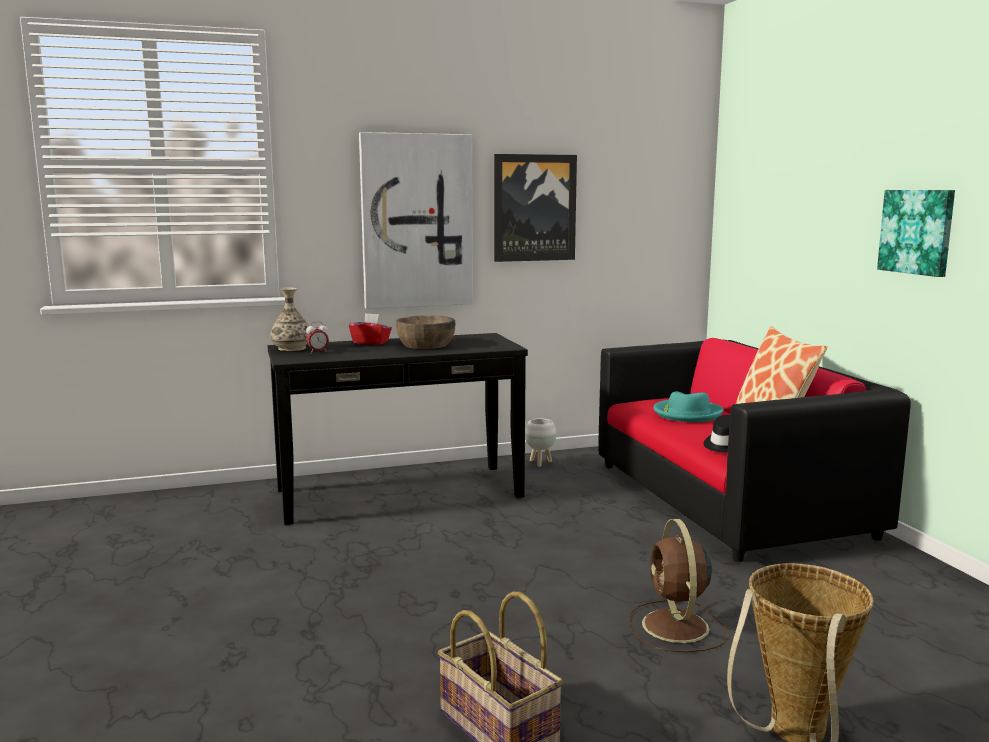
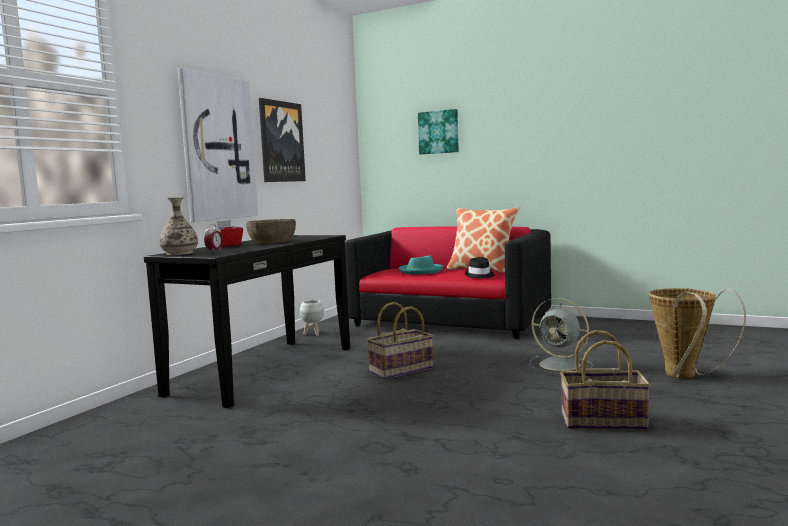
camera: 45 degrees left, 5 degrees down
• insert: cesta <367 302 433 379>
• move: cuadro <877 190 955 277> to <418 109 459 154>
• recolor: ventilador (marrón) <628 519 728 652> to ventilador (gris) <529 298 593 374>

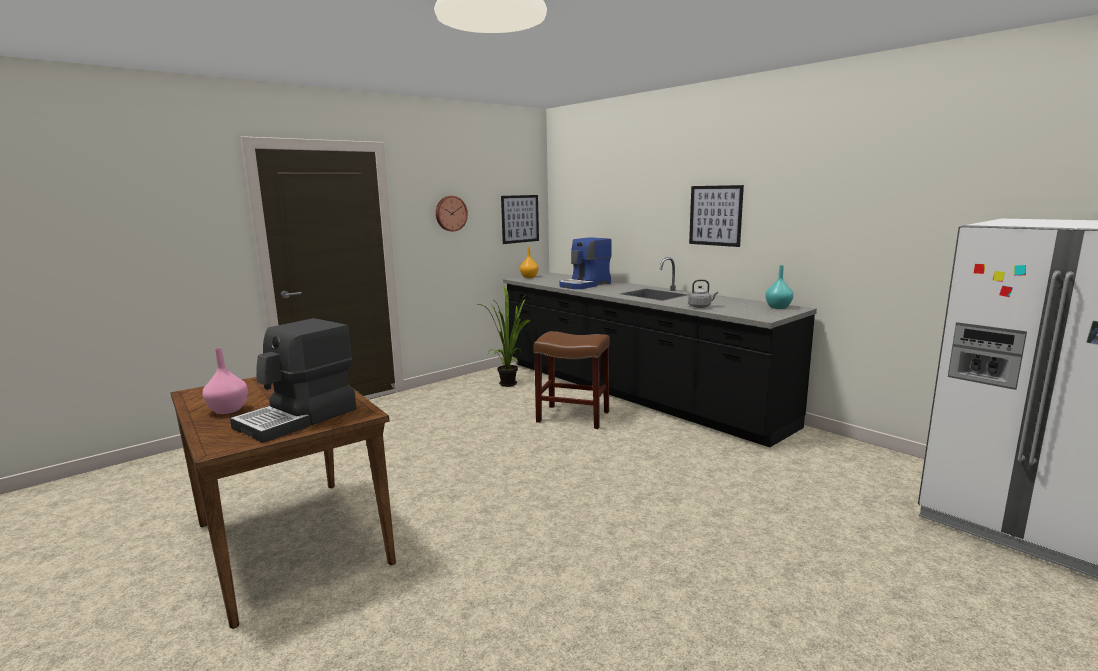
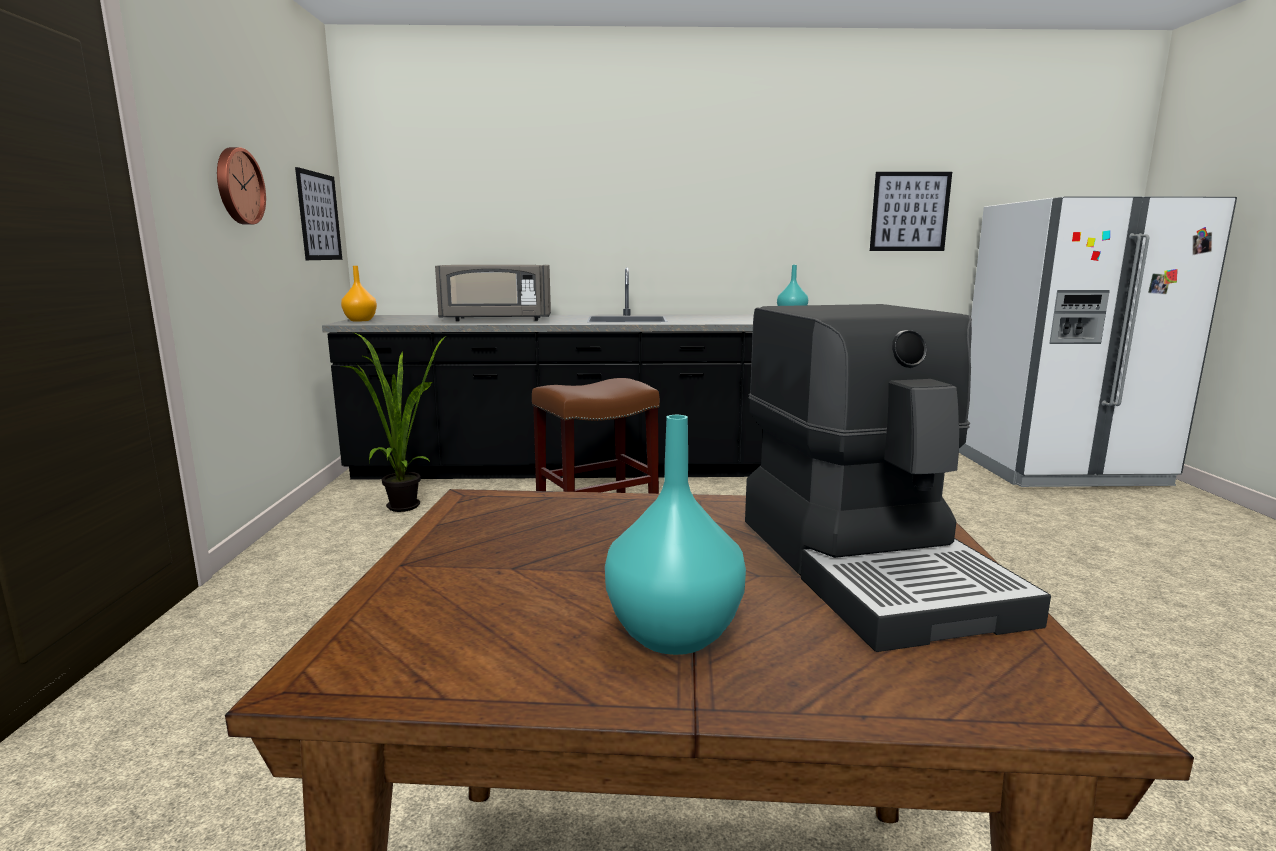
camera: 50 degrees left, 0 degrees up
• replace: cafetera <559 237 611 289> to microondas (gris) <435 265 551 321>
• recolor: florero (rosa) <203 348 248 414> to florero (turquesa) <605 415 746 655>
• move: cuadro <689 185 744 247> to <870 172 952 251>
• delete: hervidor (gris) <688 279 718 308>

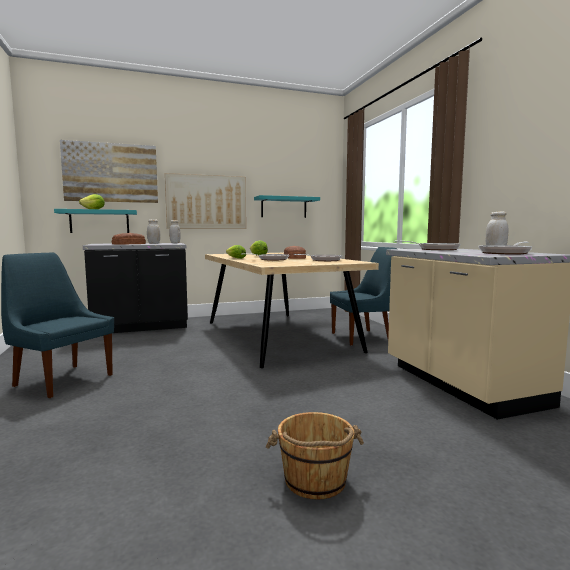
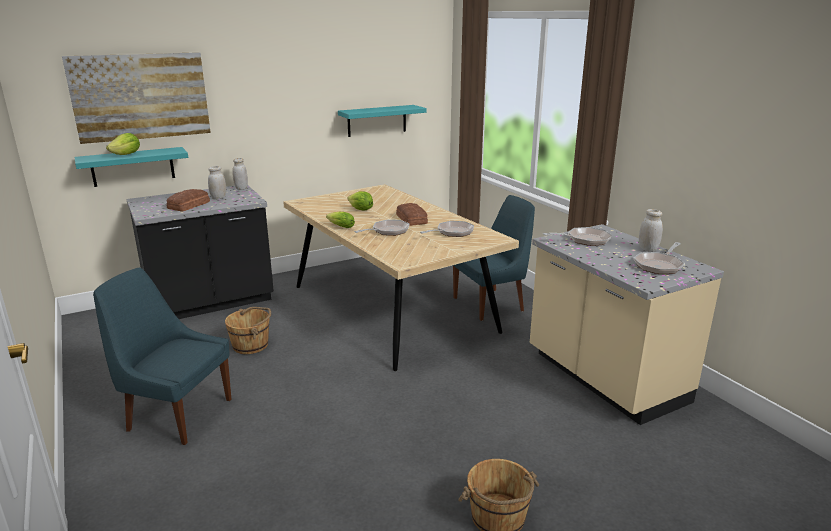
camera: 10 degrees left, 15 degrees up
• insert: cubo (marrón) <225 307 271 354>
• delete: cuadro <165 173 246 229>

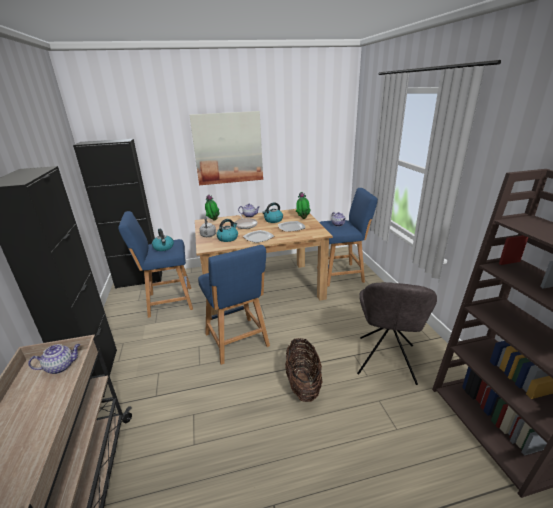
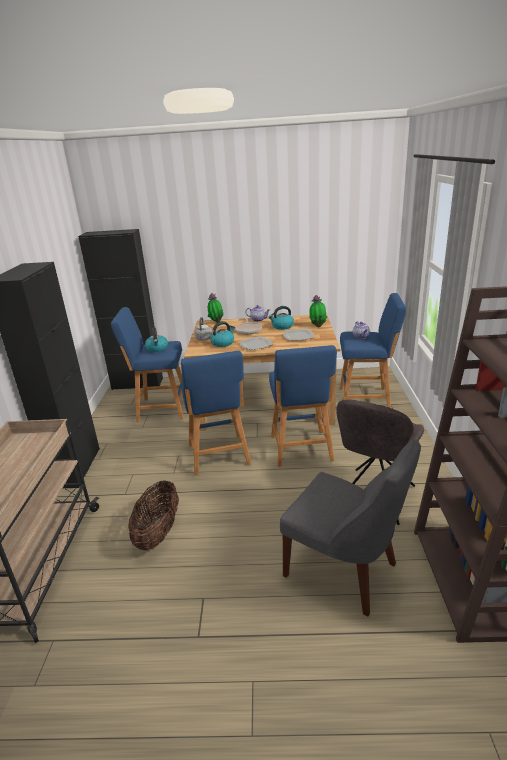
camera: 15 degrees right, 0 degrees up
• move: cesta <285 338 323 402> to <128 480 179 550>
• insert: taburete (azul) <269 345 337 467>
• insert: silla (gris) <280 439 421 617>
• delete: tetera <28 344 80 374>
• delete: cuadro <189 111 263 185>

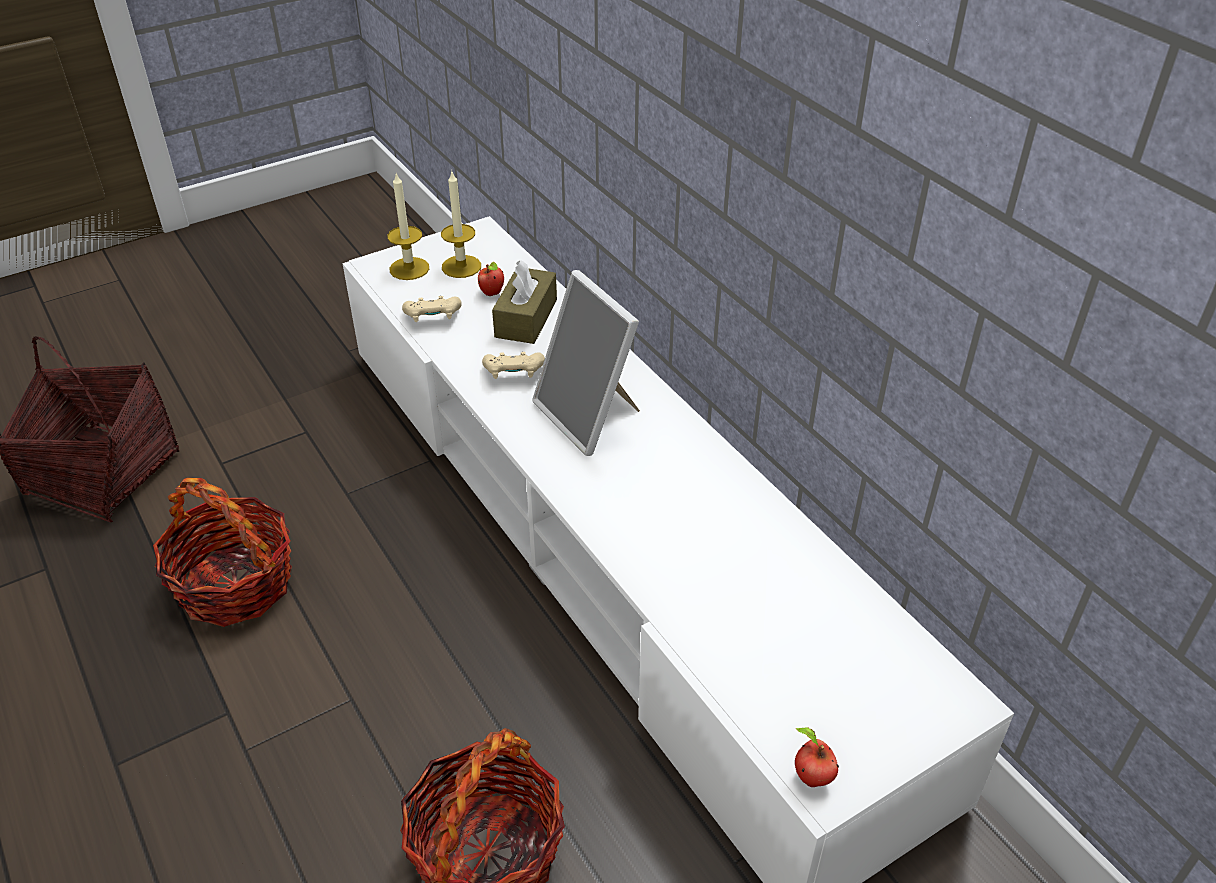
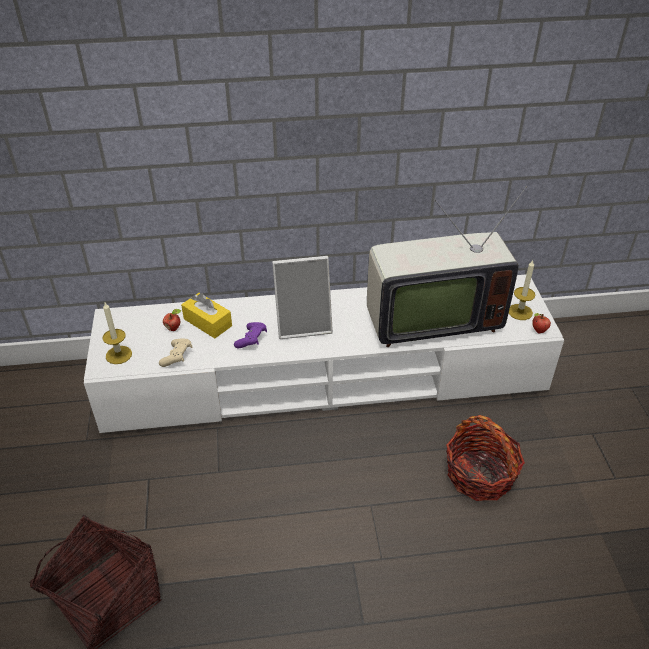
camera: 65 degrees left, 0 degrees up
• recolor: caja de pañuelos (marrón) <492 260 557 344> to caja de pañuelos (amarillo) <181 293 232 338>
• recolor: mando de consola (beis) <482 352 545 379> to mando de consola (morado) <234 322 267 349>
• insert: televisor <367 186 527 347>
• move: vela <441 170 481 278> to <509 260 535 320>
• delete: cesta <153 478 292 627>

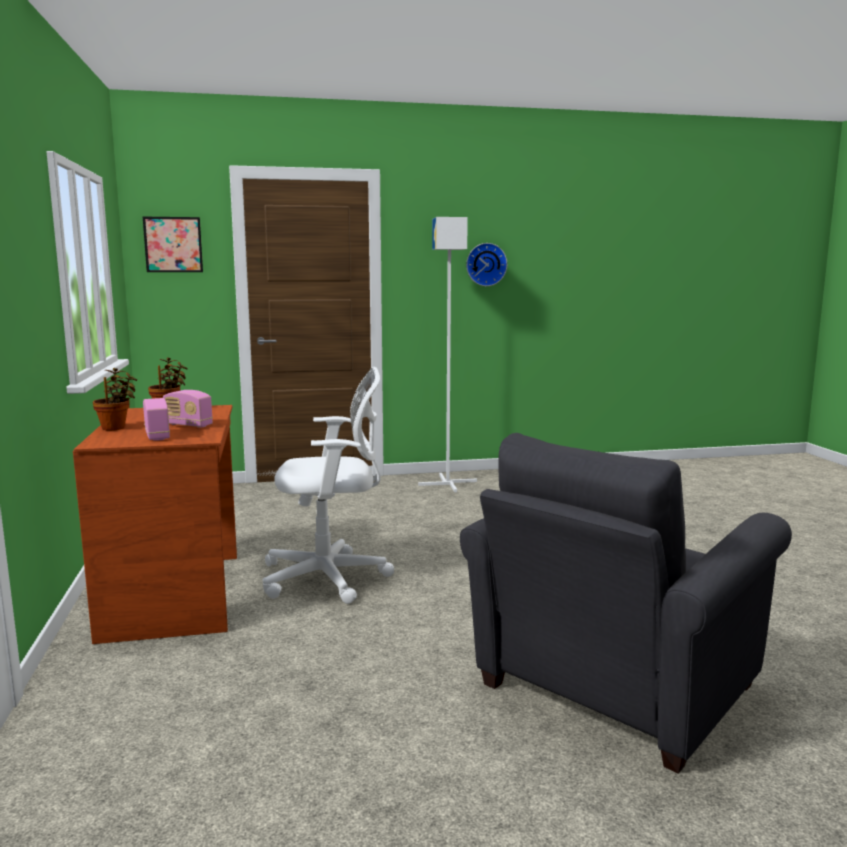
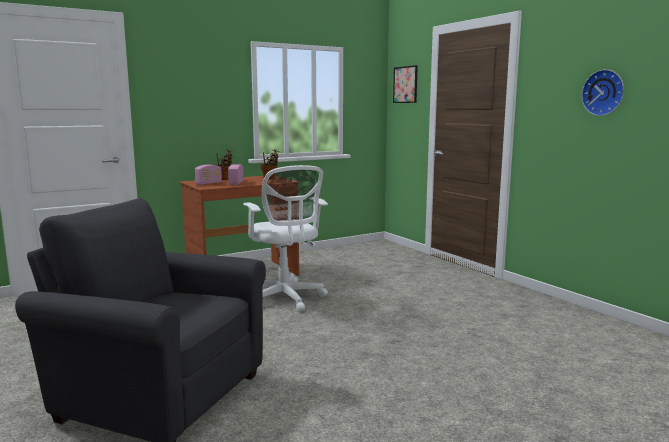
camera: 70 degrees right, 0 degrees up
• delete: lámpara de pie (blanco) <418 217 477 492>

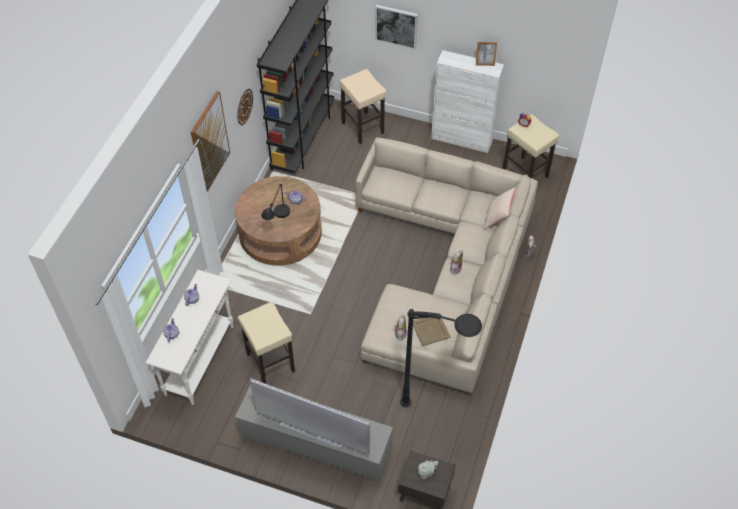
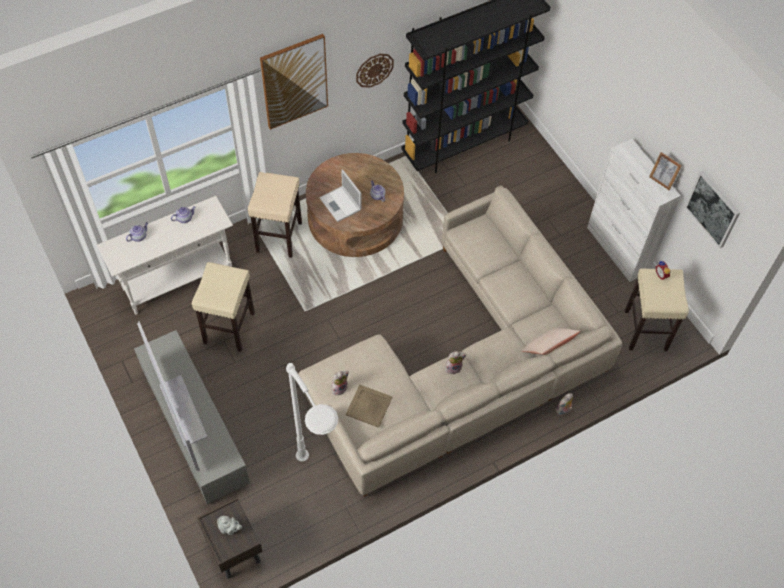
camera: 40 degrees right, 5 degrees up
• move: taburete (beis) <339 69 386 144> to <248 172 302 258>
• recolor: lámpara de pie (negro) <400 309 482 407> to lámpara de pie (blanco) <286 363 338 462>
• replace: lámpara de mesa (negro) <261 184 290 220> to portátil <319 169 362 222>
• move: cuadro <375 5 418 50> to <685 171 740 248>

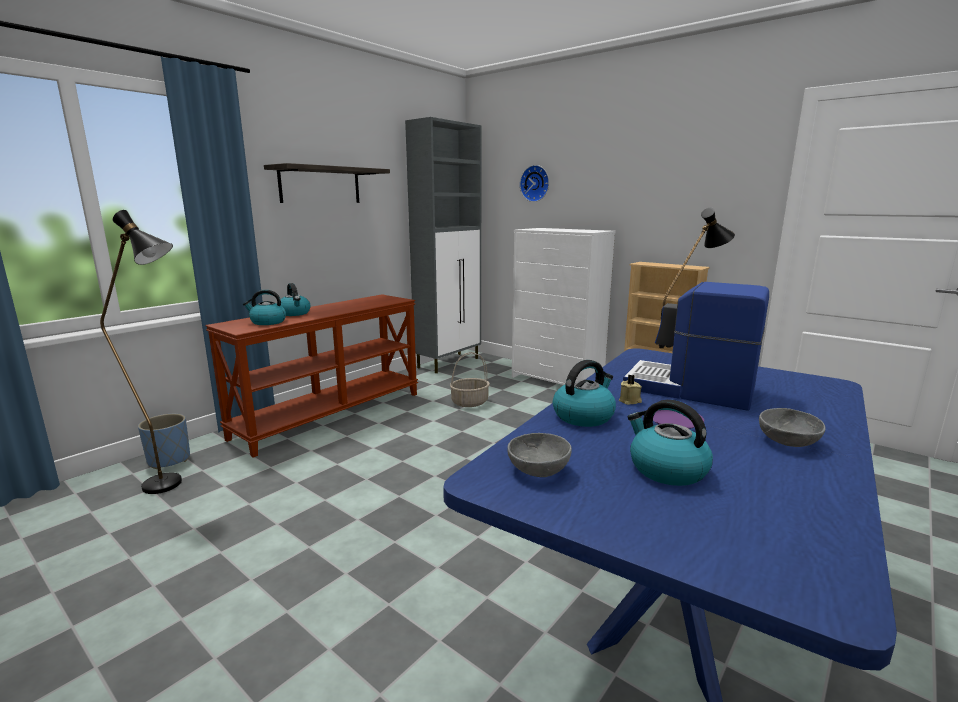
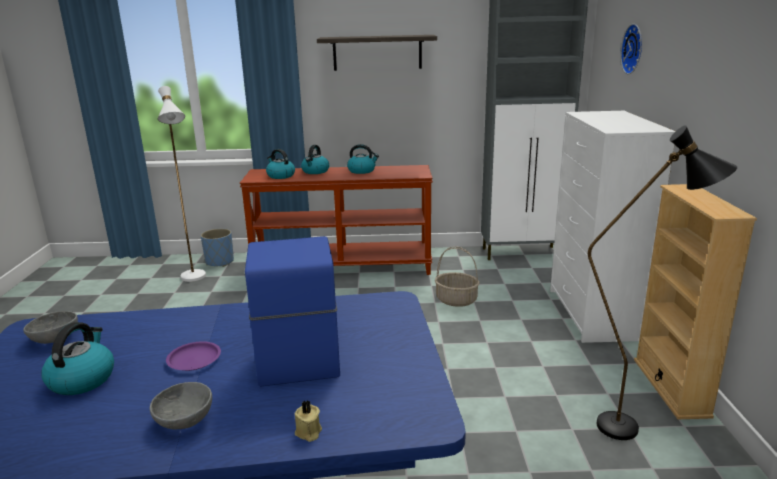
camera: 50 degrees right, 5 degrees up
• recolor: lámpara de pie (negro) <100 210 182 494> to lámpara de pie (blanco) <158 86 206 282>
• move: vela (beis) <619 375 642 405> to <295 401 322 442>
• move: hervidor <553 360 616 427> to <347 144 379 174>

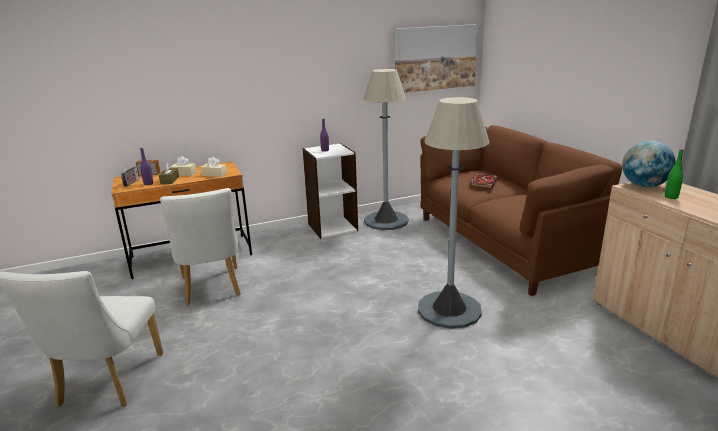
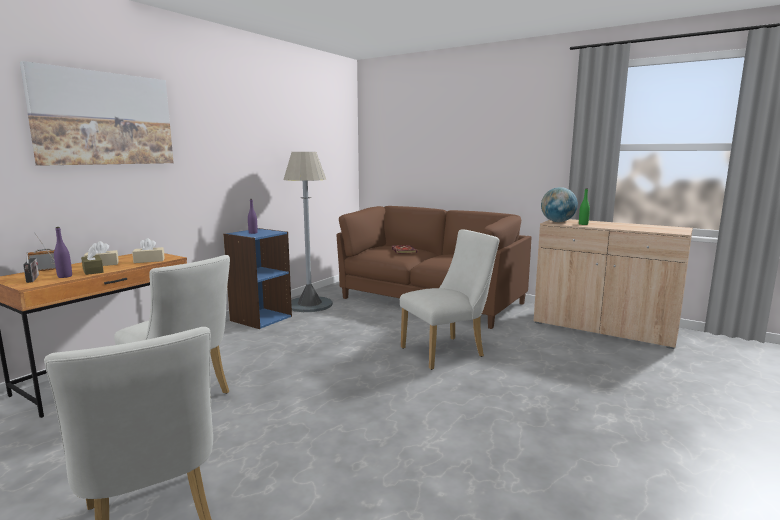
camera: 35 degrees left, 10 degrees down
• move: cuadro <395 24 478 93> to <20 61 174 166>
• recolor: estantería (blanco) <303 143 358 239> to estantería (azul) <223 228 292 329>
• replace: lámpara de pie (gris) <418 97 489 329> to silla (blanco) <400 229 499 370>

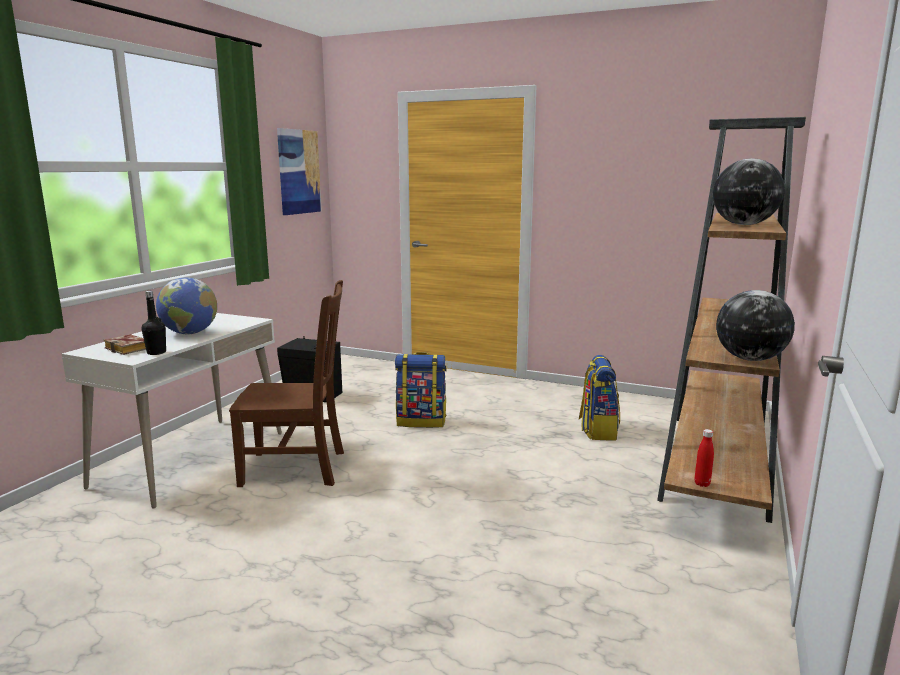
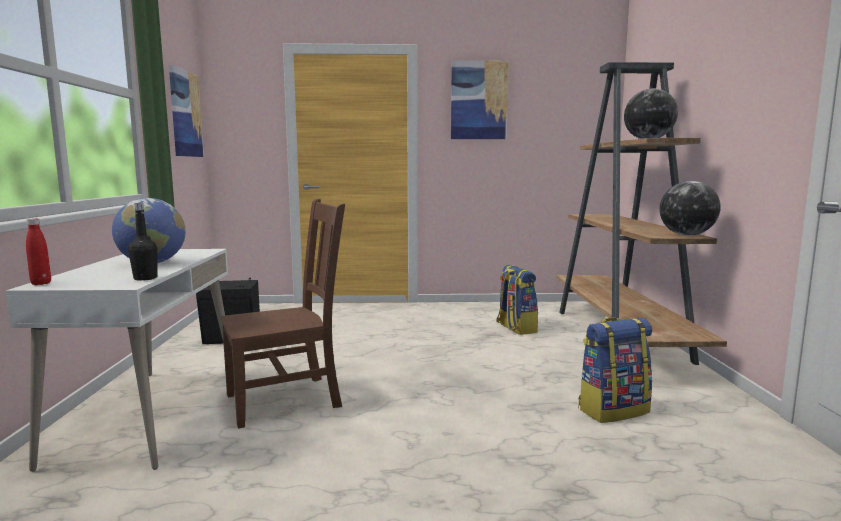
camera: 25 degrees left, 5 degrees down
• move: botella (rojo) <695 429 714 487> to <26 218 51 285>
• insert: cuadro <451 61 509 139>
• move: mochila <395 352 447 428> to <578 317 652 423>
• delete: libro <104 334 146 355>

